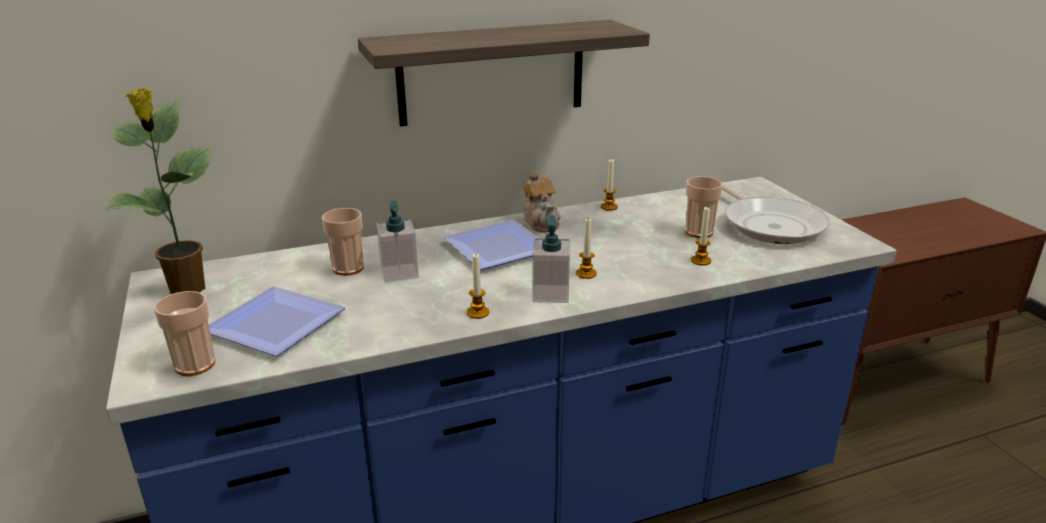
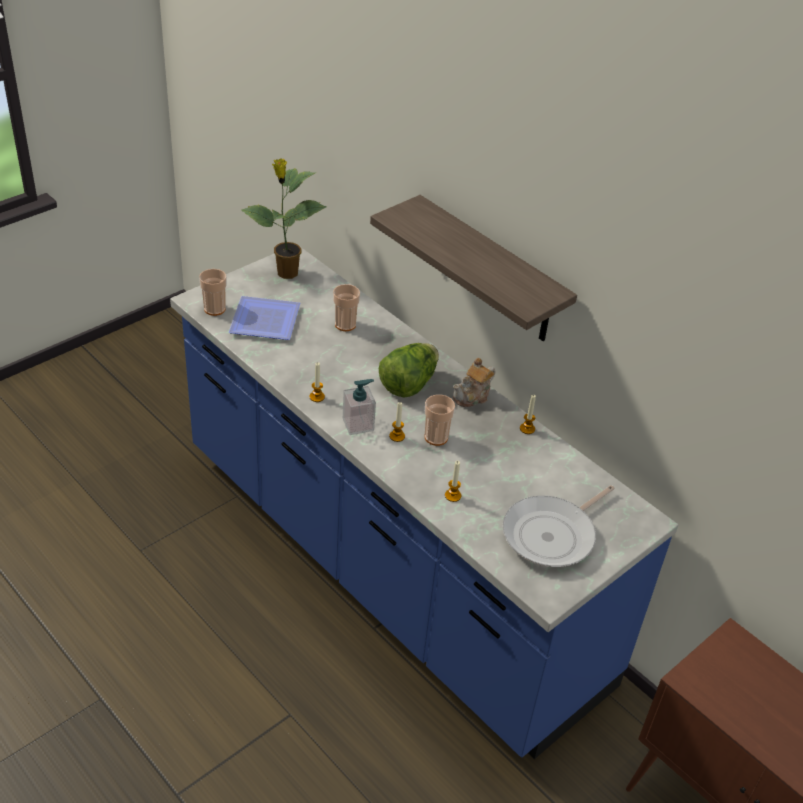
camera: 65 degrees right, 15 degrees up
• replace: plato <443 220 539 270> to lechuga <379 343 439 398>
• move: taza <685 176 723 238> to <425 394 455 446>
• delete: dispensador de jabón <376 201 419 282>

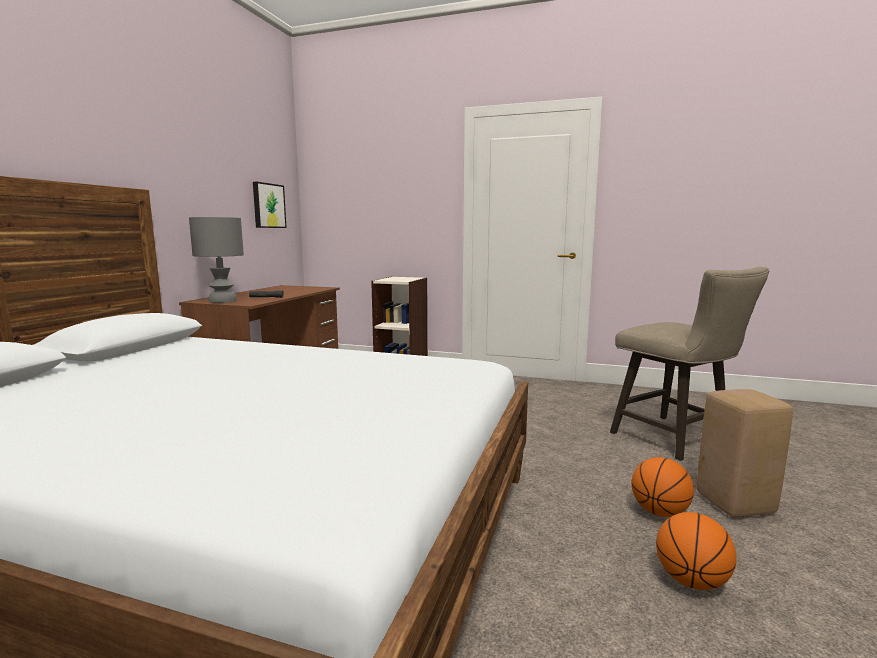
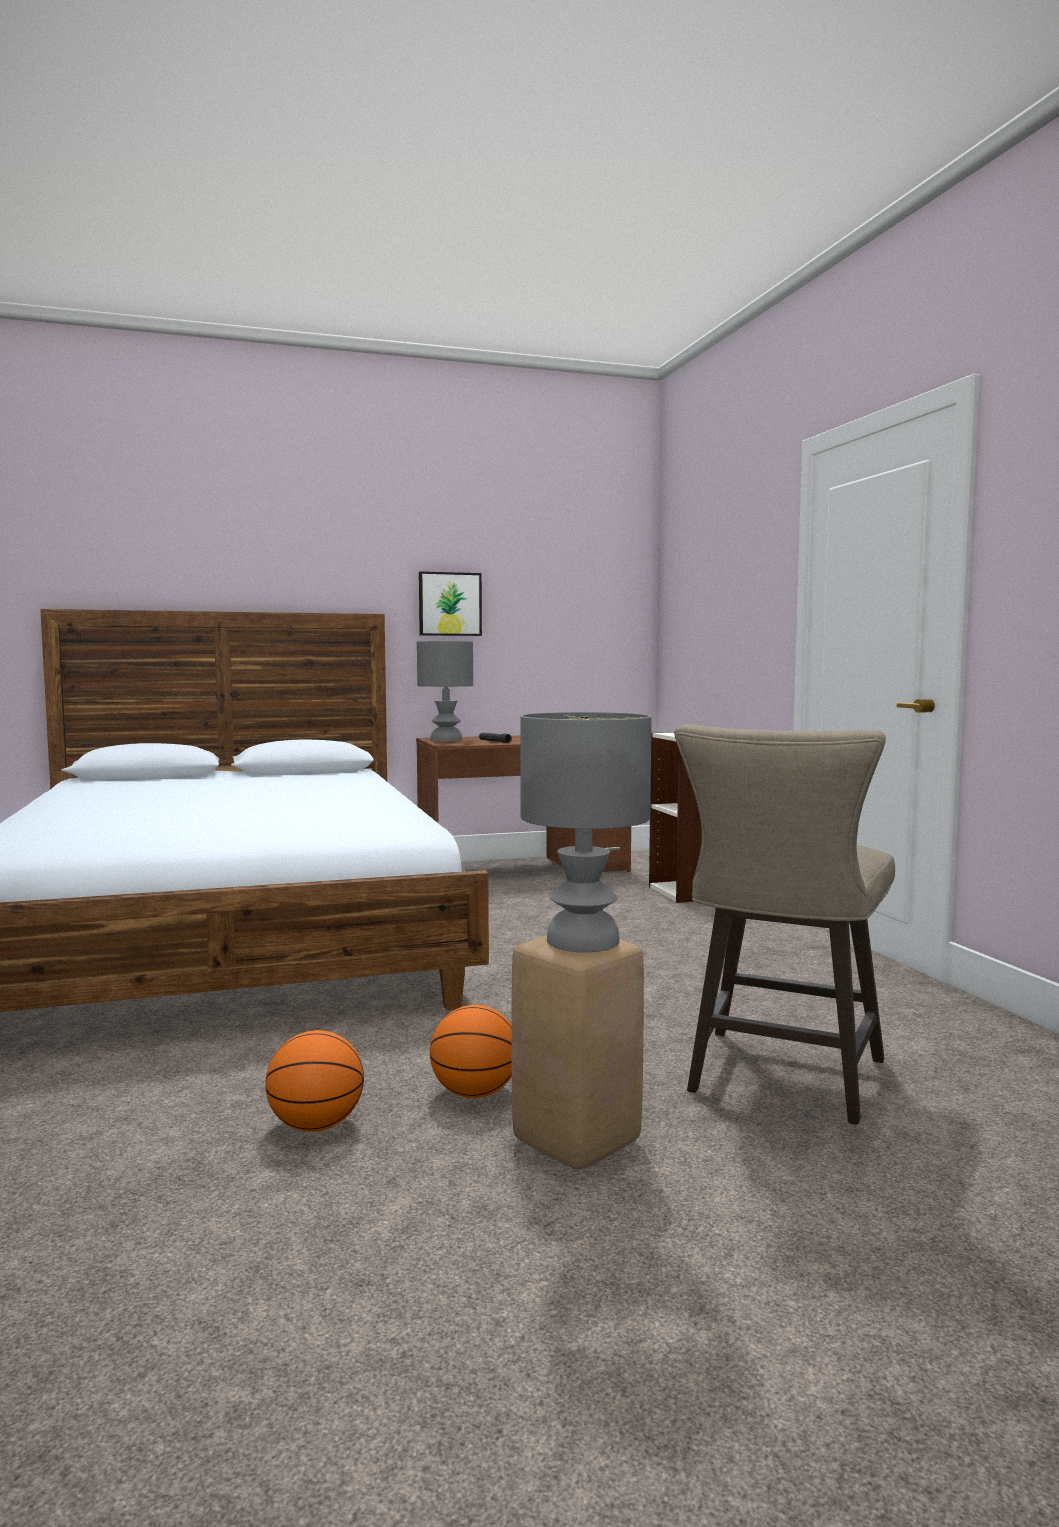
camera: 55 degrees right, 5 degrees down
• move: cuadro <253 182 287 228> to <419 571 482 636>
• insert: lámpara de mesa (gris) <520 712 652 952>

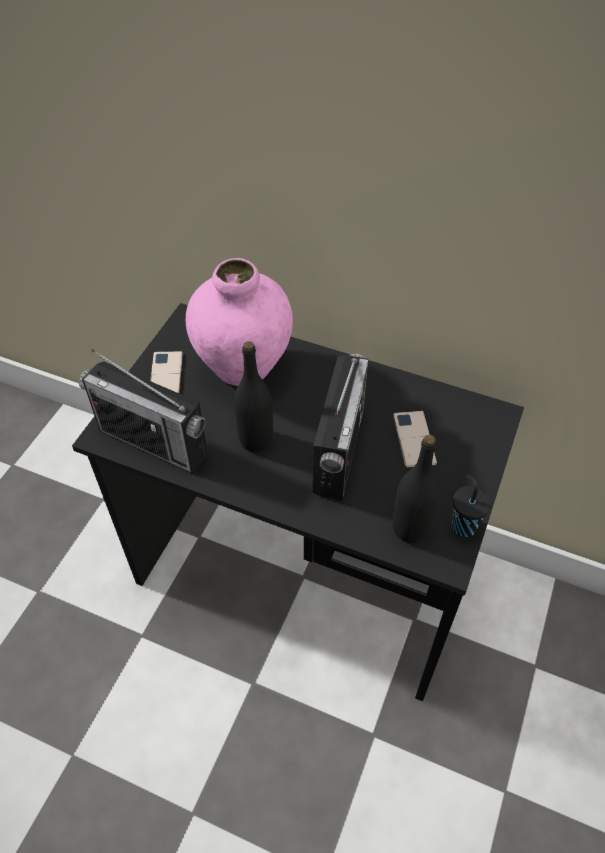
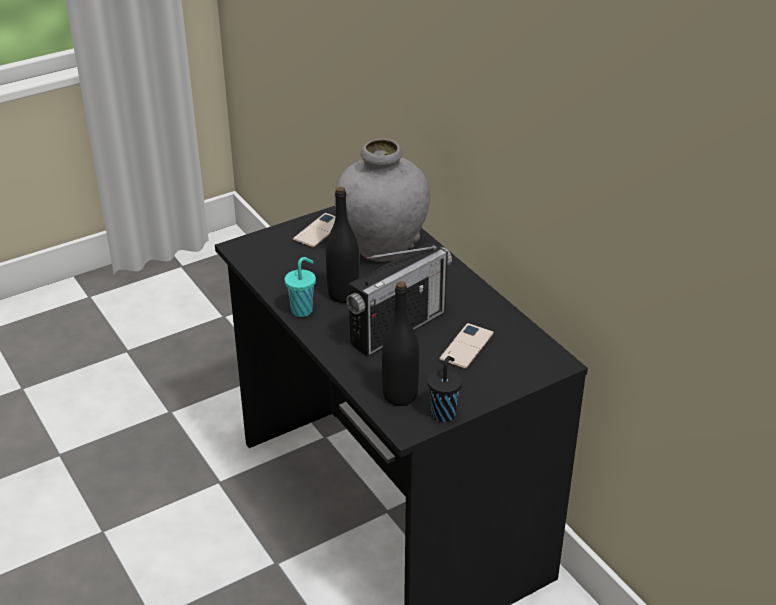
camera: 35 degrees right, 15 degrees down
• insert: taza (turquesa) <285 257 316 317>
• recolor: florero (rosa) <186 258 293 386> to florero (gris) <335 139 430 262>
• delete: radio <79 349 208 474>

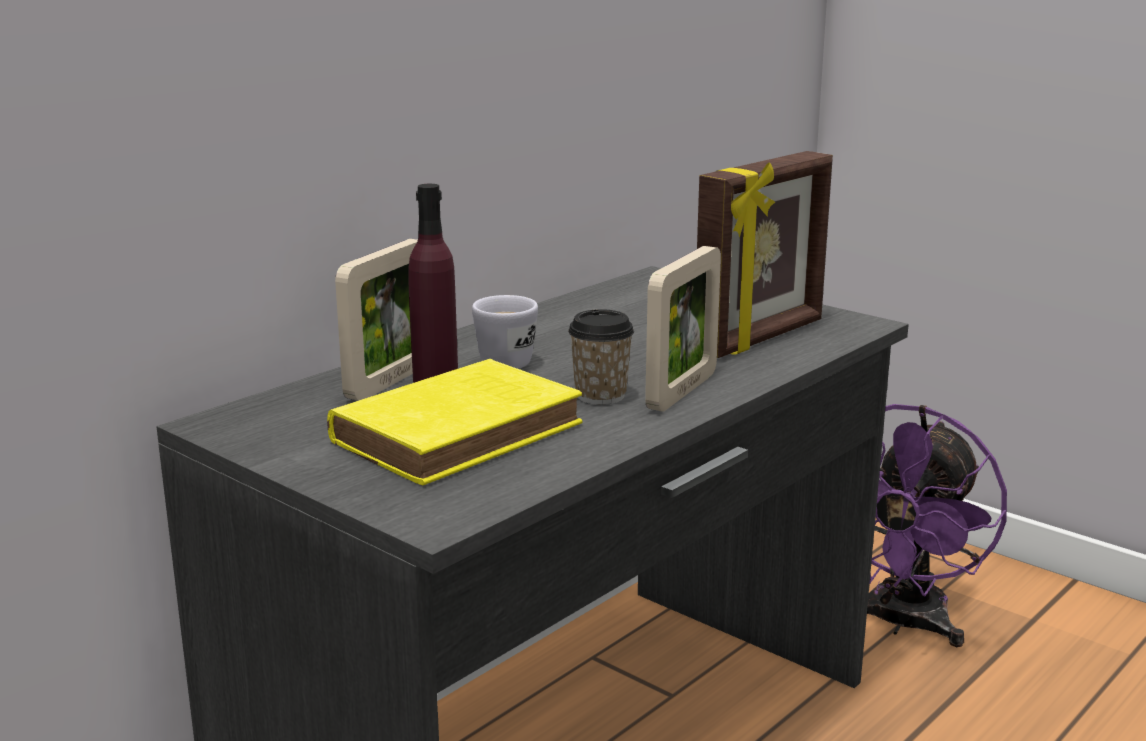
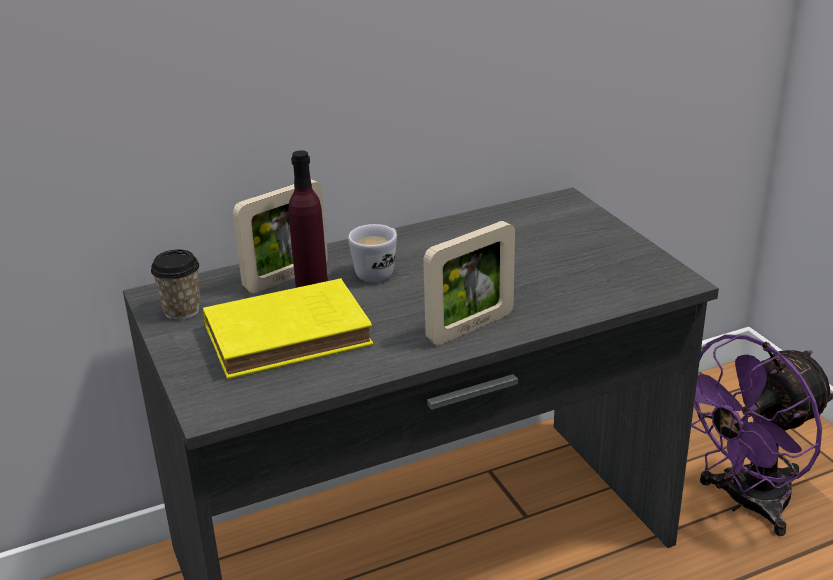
camera: 25 degrees right, 10 degrees up
• move: taza <568 309 634 405> to <151 249 200 320>
• delete: portarretratos <697 151 833 358>

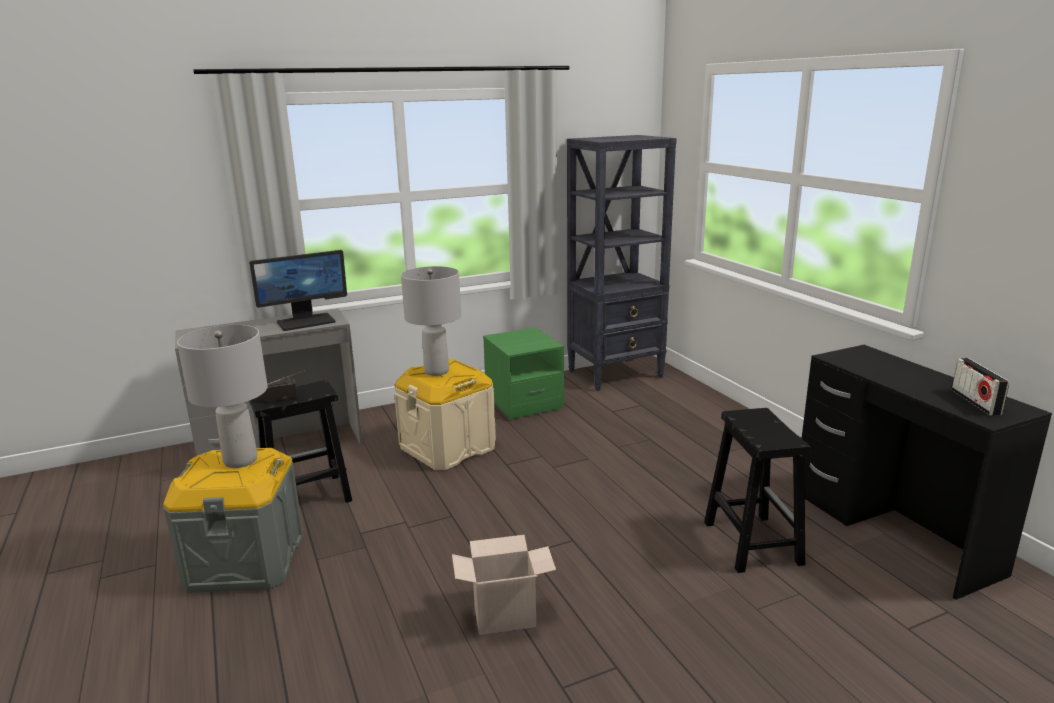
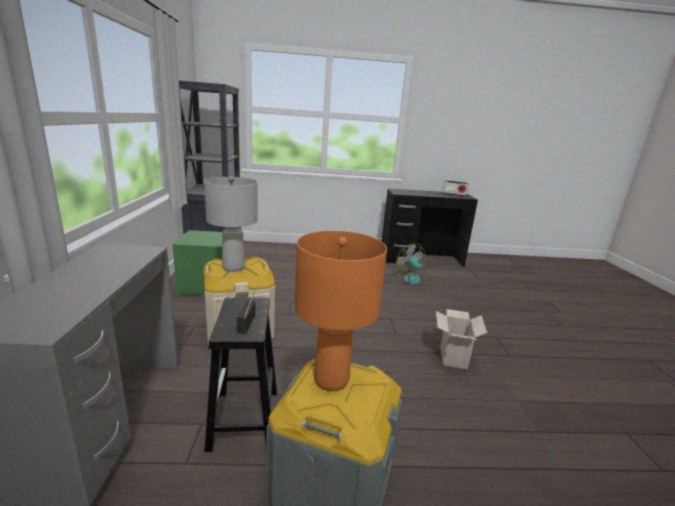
camera: 70 degrees left, 0 degrees up
• recolor: lámpara de mesa (gris) <177 325 268 468> to lámpara de mesa (naranja) <295 231 387 391>
• replace: taburete (negro) <704 408 811 573> to ventilador <396 244 435 290>
• delete: monitor <249 250 347 331>

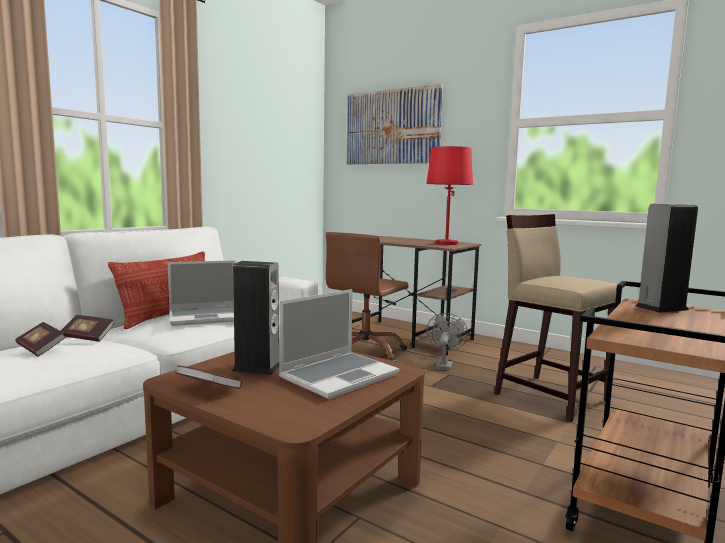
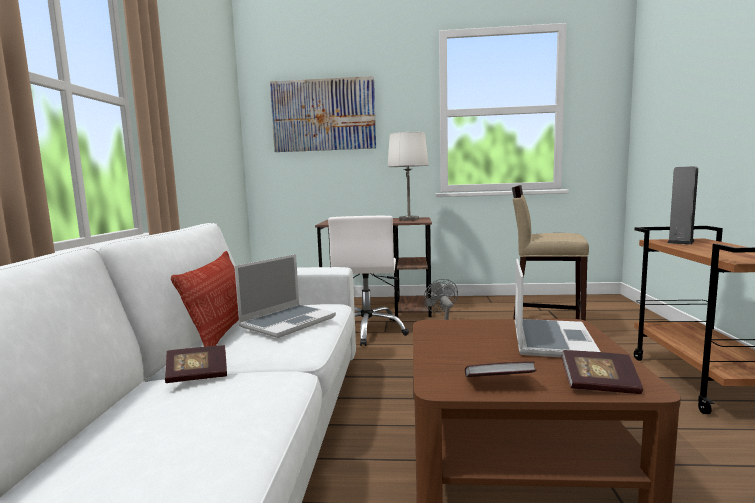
camera: 30 degrees left, 0 degrees up
• recolor: silla de oficina (marrón) <326 232 409 362> to silla de oficina (blanco) <328 216 409 346>
• recolor: lámpara de mesa (rojo) <426 146 473 245> to lámpara de mesa (blanco) <387 132 429 221>
• move: libro <15 322 66 356> to <561 350 643 394>
• delete: altavoz <232 261 279 375>

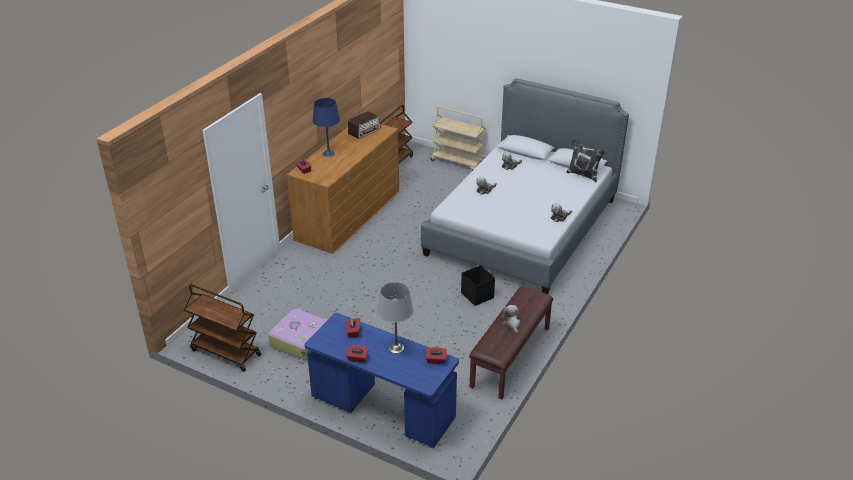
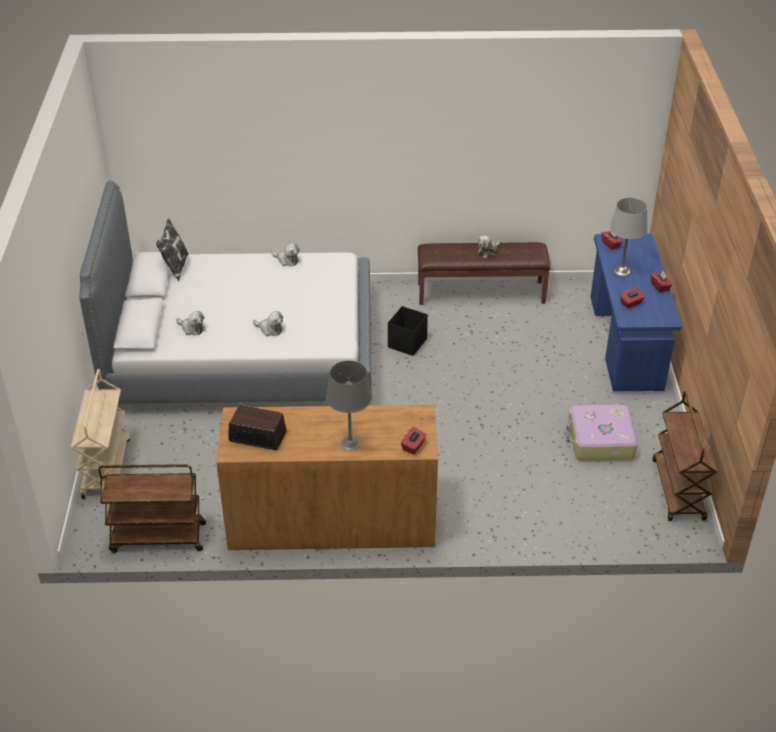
camera: 120 degrees left, 5 degrees up
• recolor: lámpara de mesa (azul) <312 98 340 157> to lámpara de mesa (gris) <326 361 372 451>

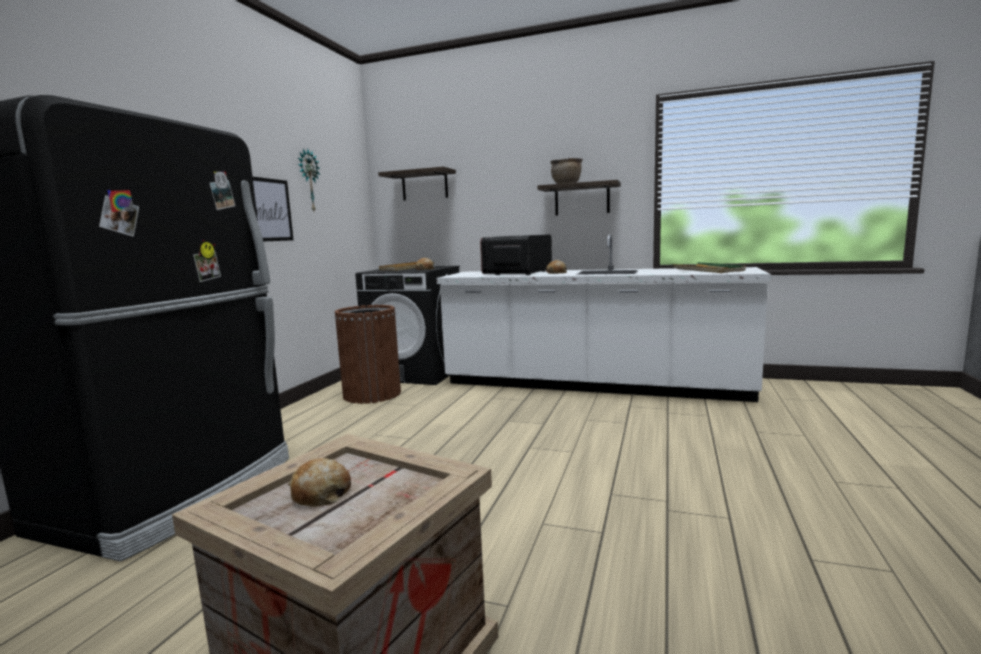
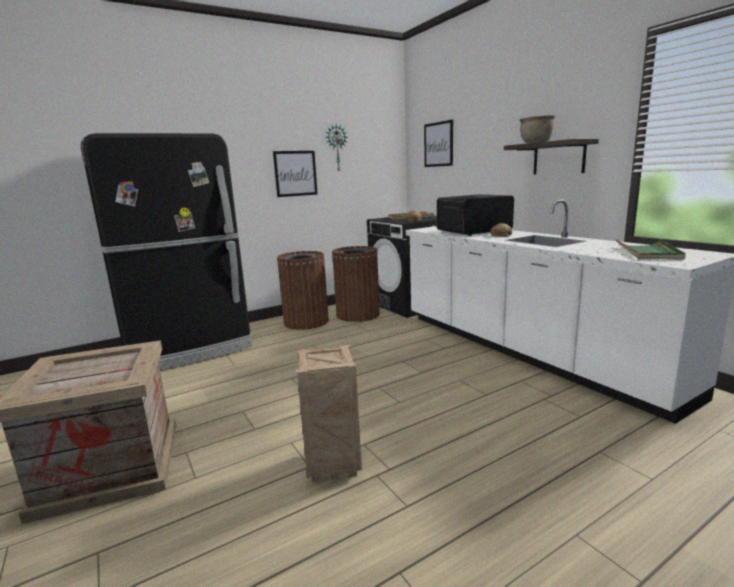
camera: 40 degrees right, 5 degrees up
• insert: papelera (marrón) <277 251 329 330>
• insert: caja de embalaje <297 345 362 482>
• replace: estante <378 167 456 200> to cuadro <424 120 453 167>
• delete: pan <288 458 351 507>

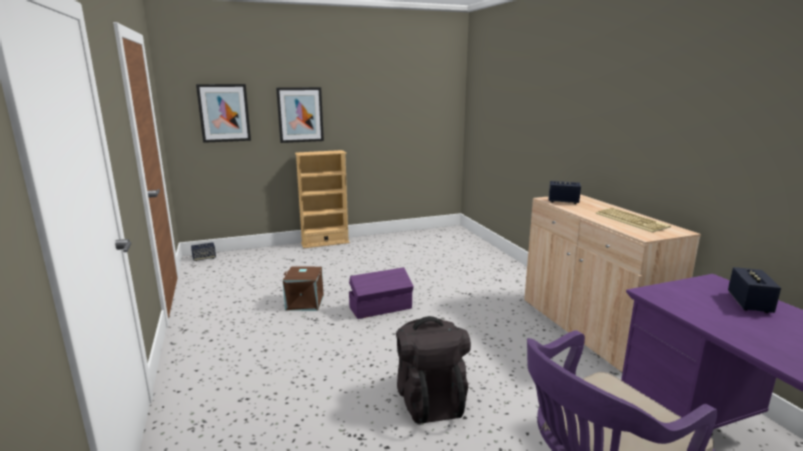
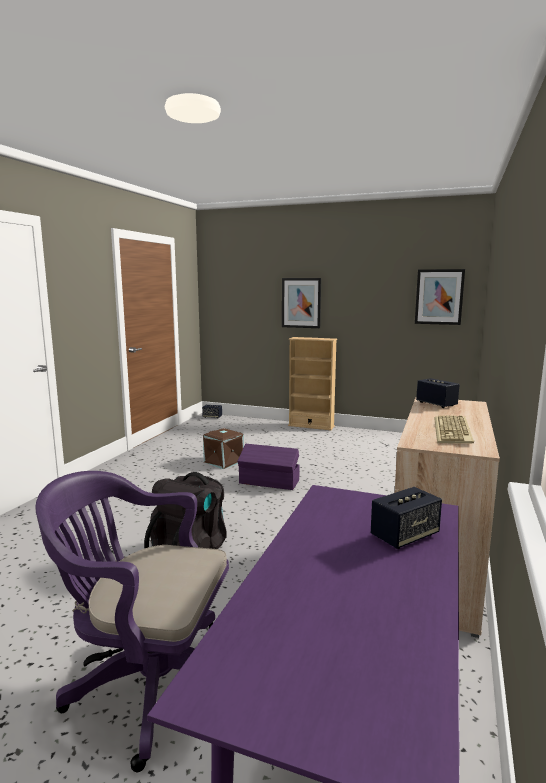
camera: 40 degrees right, 5 degrees down
• move: cuadro <196 84 251 143> to <415 269 465 325>

